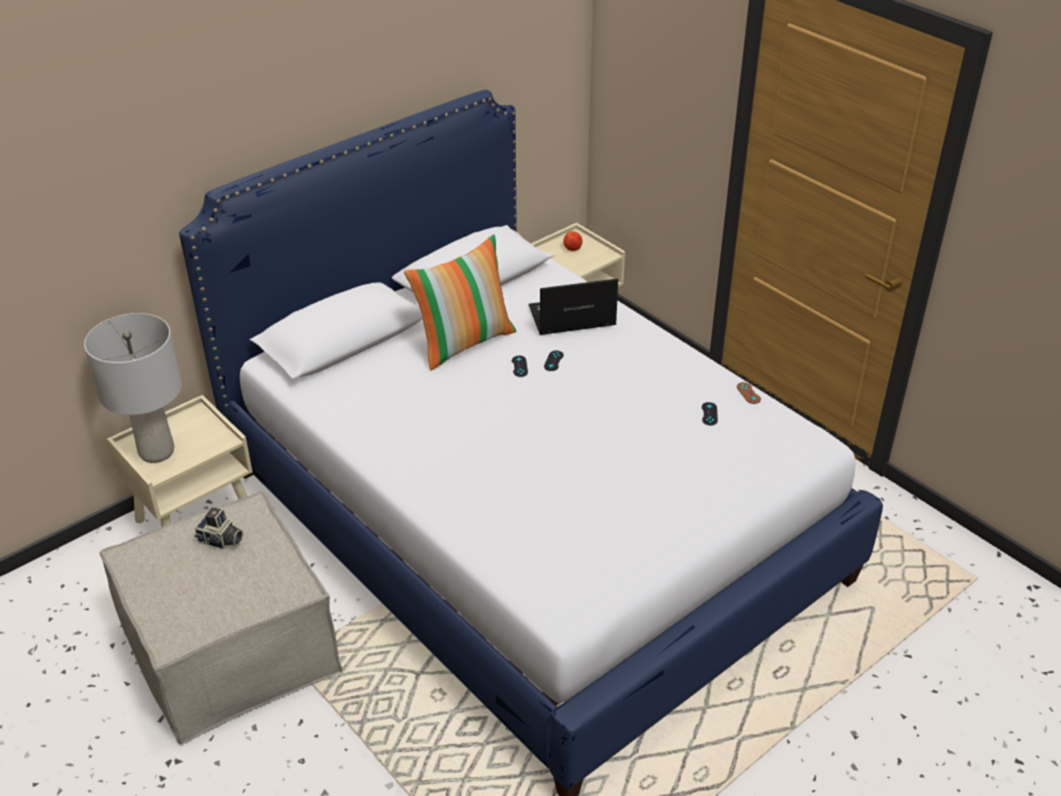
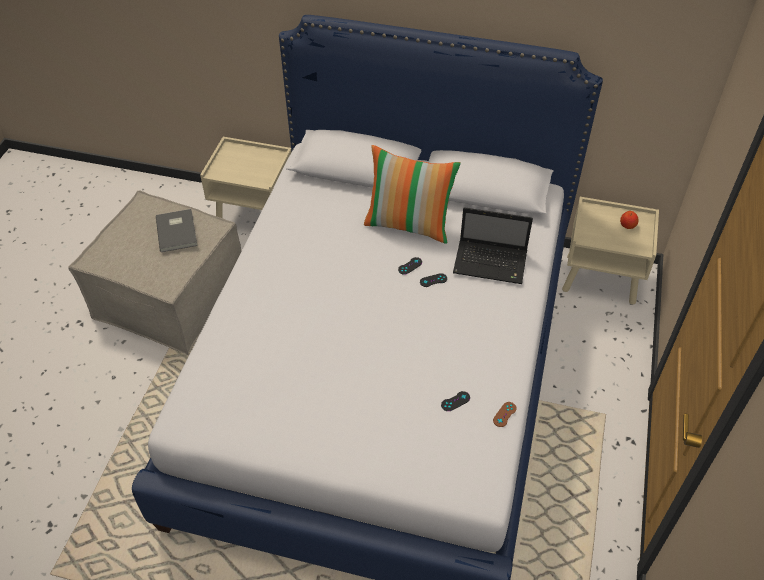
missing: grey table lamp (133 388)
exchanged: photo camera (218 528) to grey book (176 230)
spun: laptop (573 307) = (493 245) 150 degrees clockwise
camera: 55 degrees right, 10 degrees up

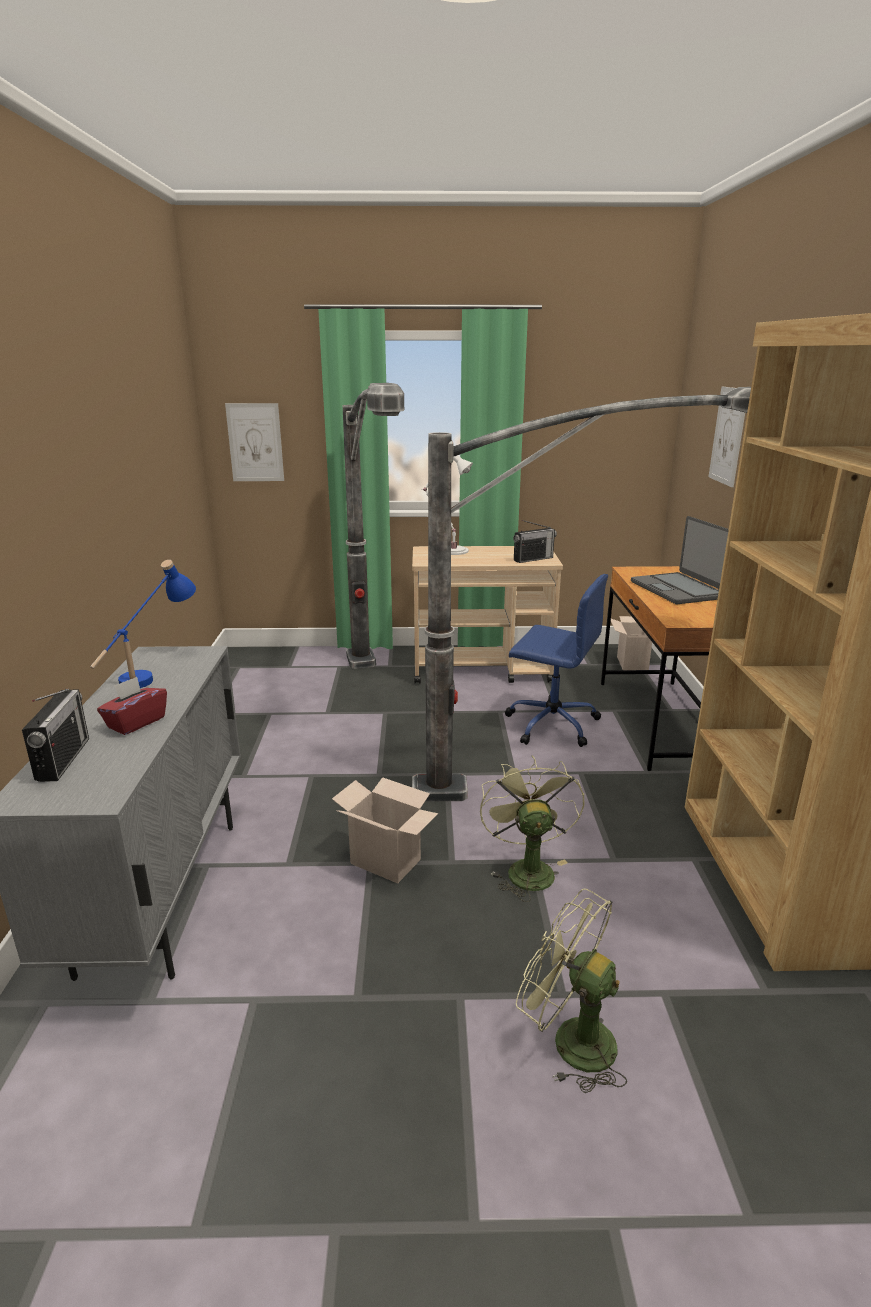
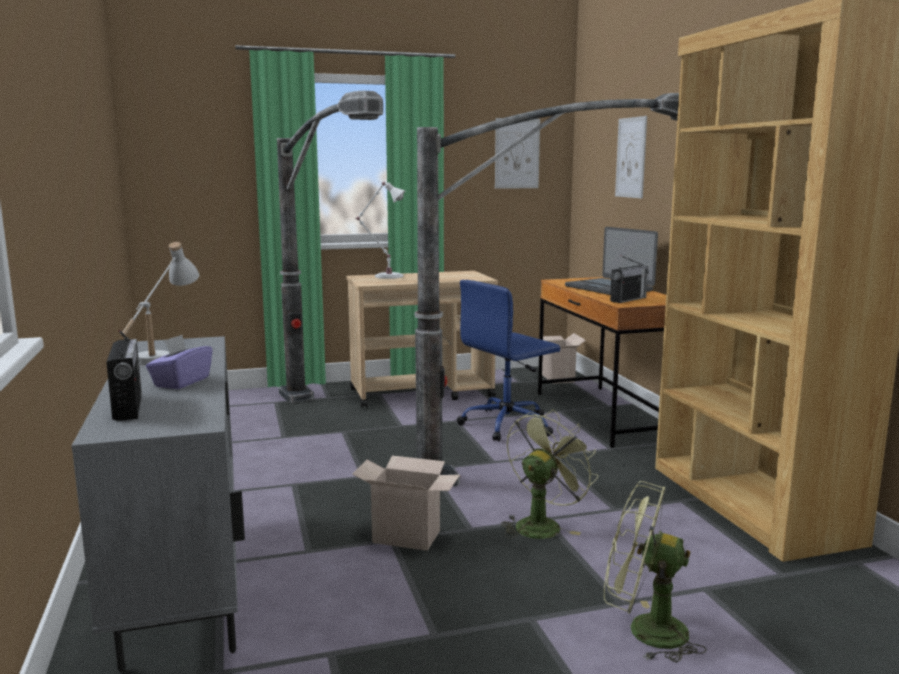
relocated: picture (254 442) to (517 153); radio (535 541) to (629 279)
colour: blue table lamp (143 624) to white table lamp (160 303); red tissue box (132 706) to purple tissue box (179 362)
spun: green fan (532 829) = (549 474) 60 degrees clockwise; blue office chair (556 660) = (508 360) 135 degrees clockwise
camera: 15 degrees left, 10 degrees down

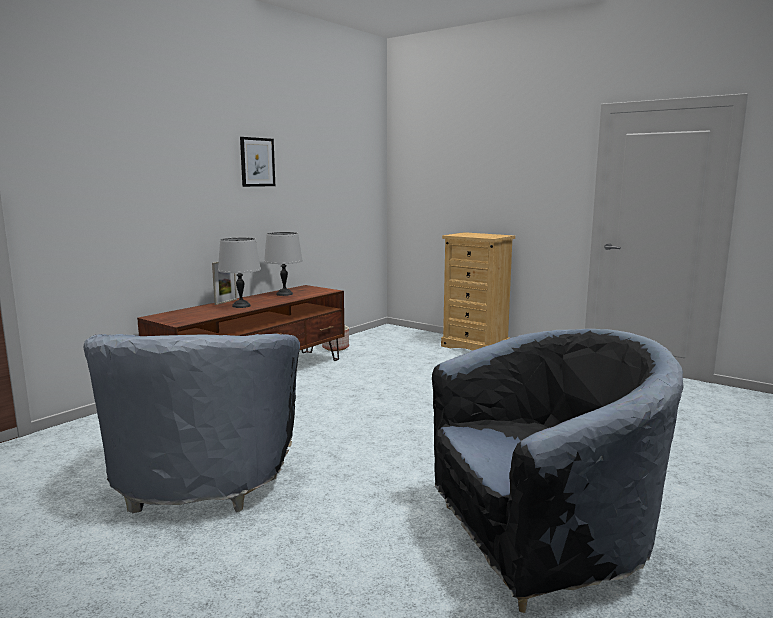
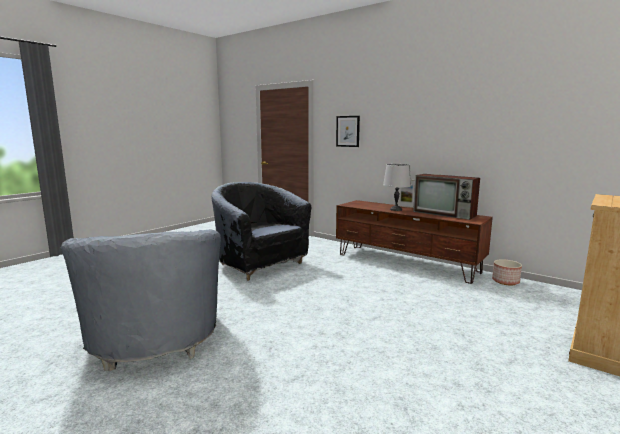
relocated: picture (257 162) to (348 131)
exchanged: grey table lamp (283 264) to television (446 197)
spun: black armchair (192 423) = (261 231) 45 degrees clockwise
camera: 90 degrees right, 0 degrees up

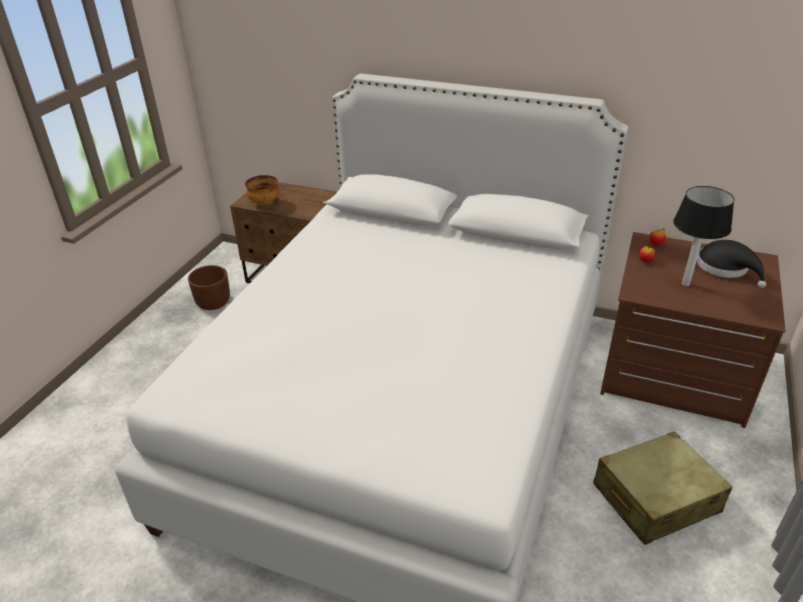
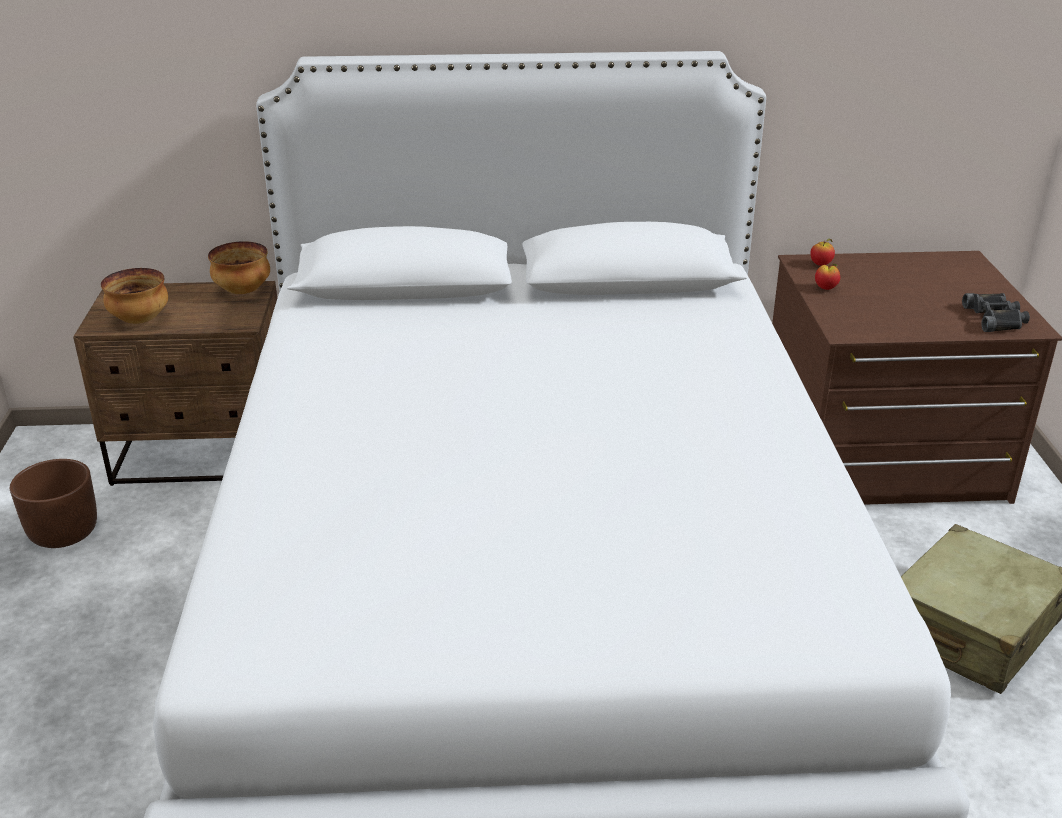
missing: table lamp (703 236); black hat (731 264)
appeared: bowl (239 267); black binoculars (996 312)
camera: 25 degrees left, 5 degrees down

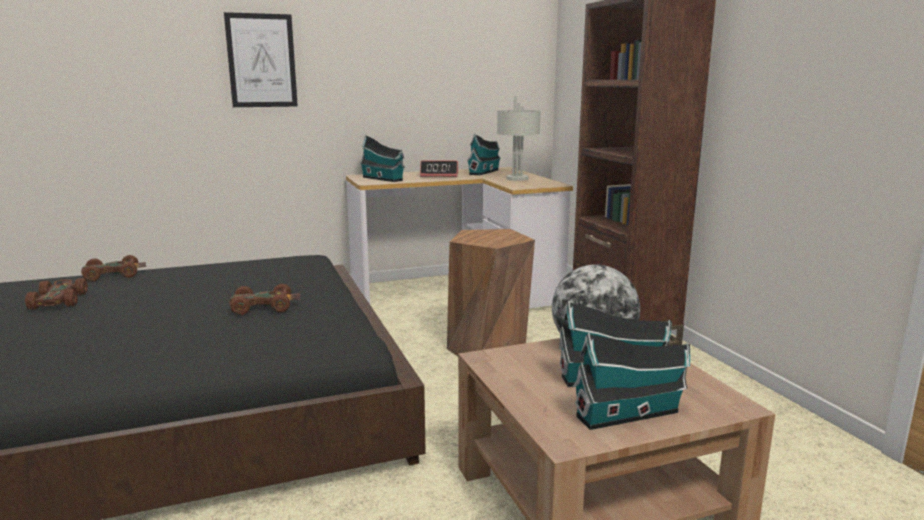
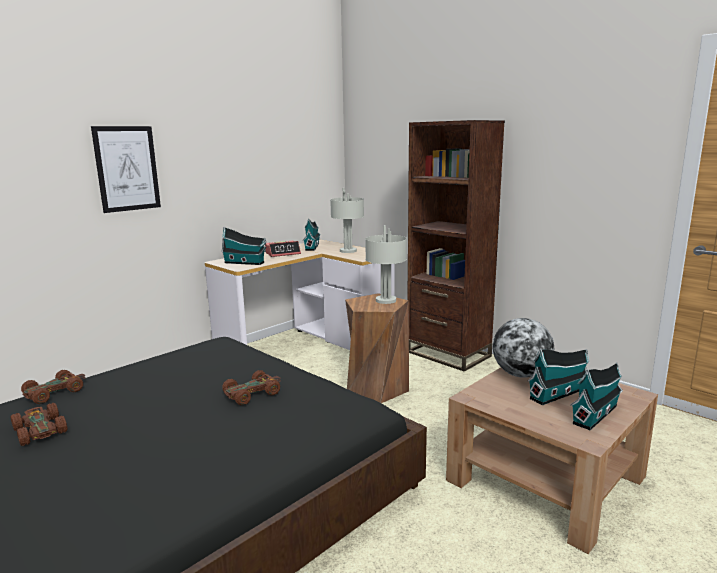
appeared: grey table lamp (386 264)
camera: 25 degrees left, 0 degrees up

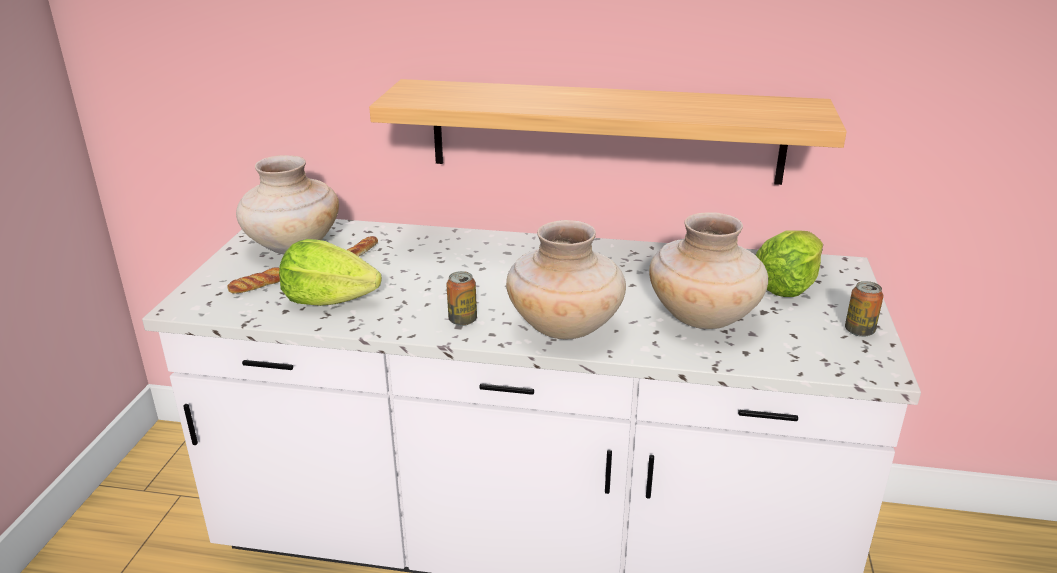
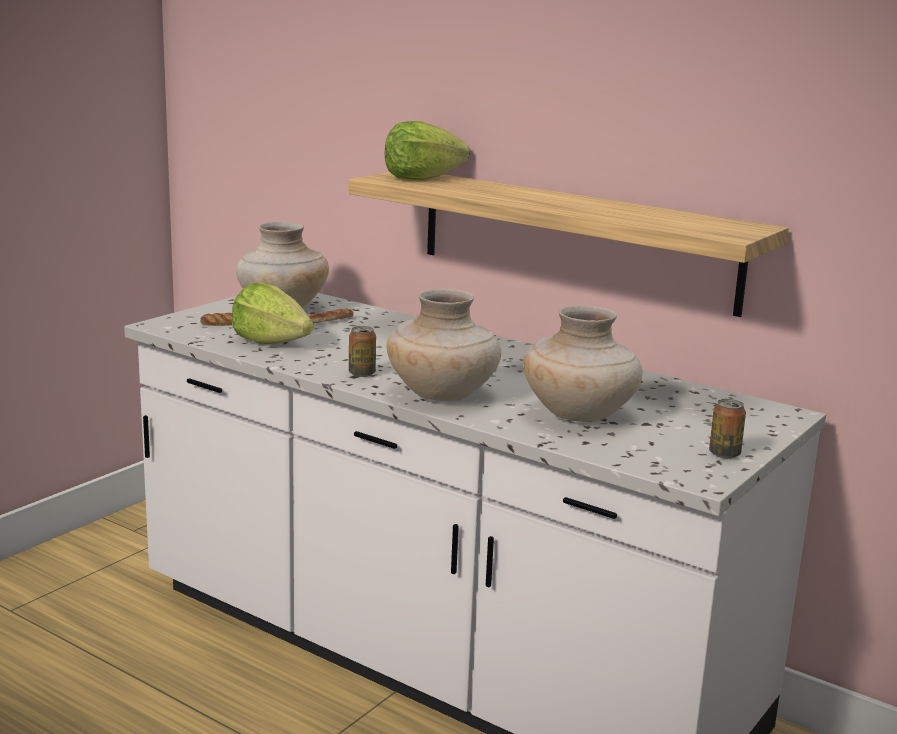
relocated: lettuce (789 263) to (427 150)
camera: 25 degrees right, 10 degrees down

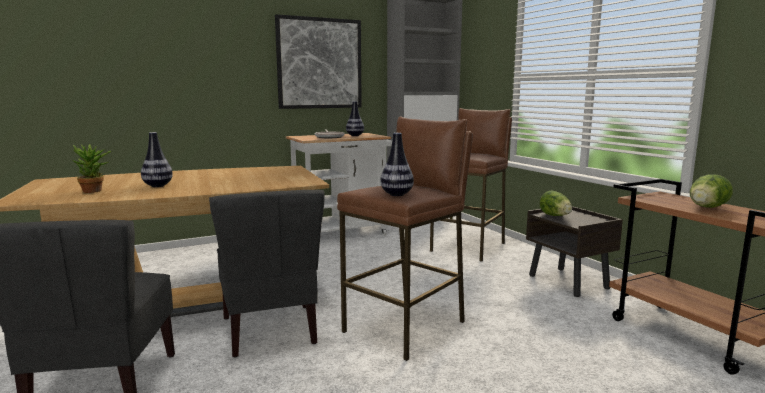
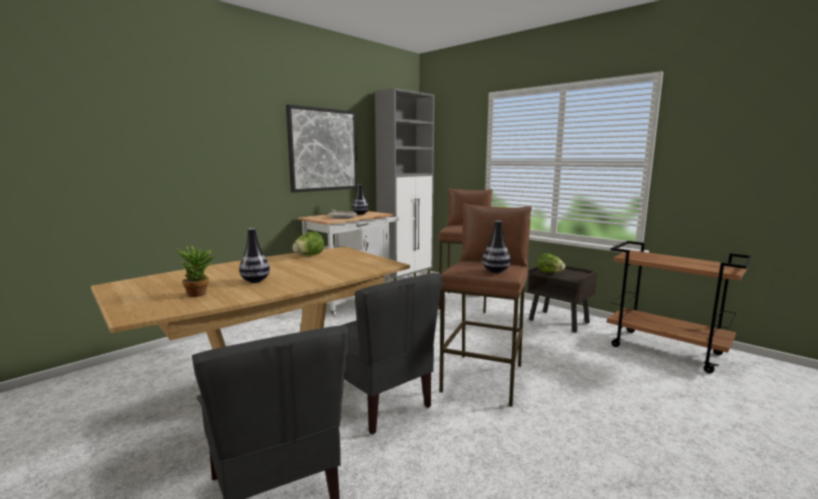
relocated: lettuce (711 191) to (308 244)
camera: 20 degrees left, 0 degrees up

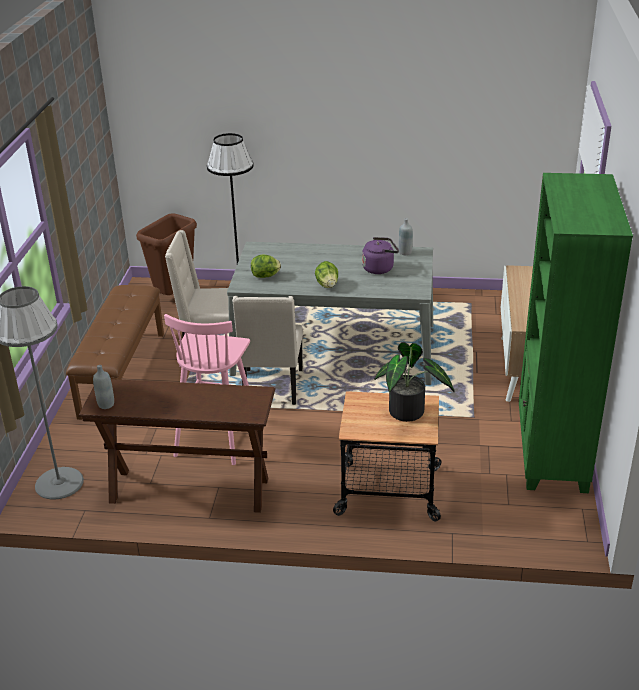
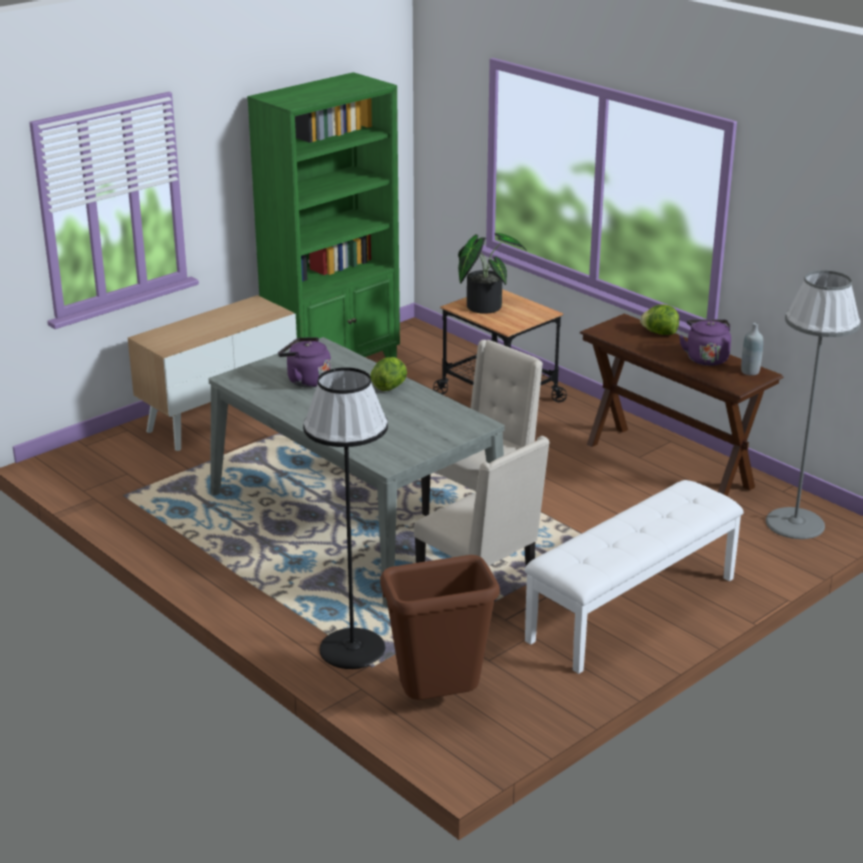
missing: pink stool (207 389); grey bottle (406 236)
appeared: purple kettle (705 342)
relocated: lettuce (266 266) to (659 319)
colour: brown bench (115 352) to white bench (634 577)
camera: 140 degrees left, 5 degrees down

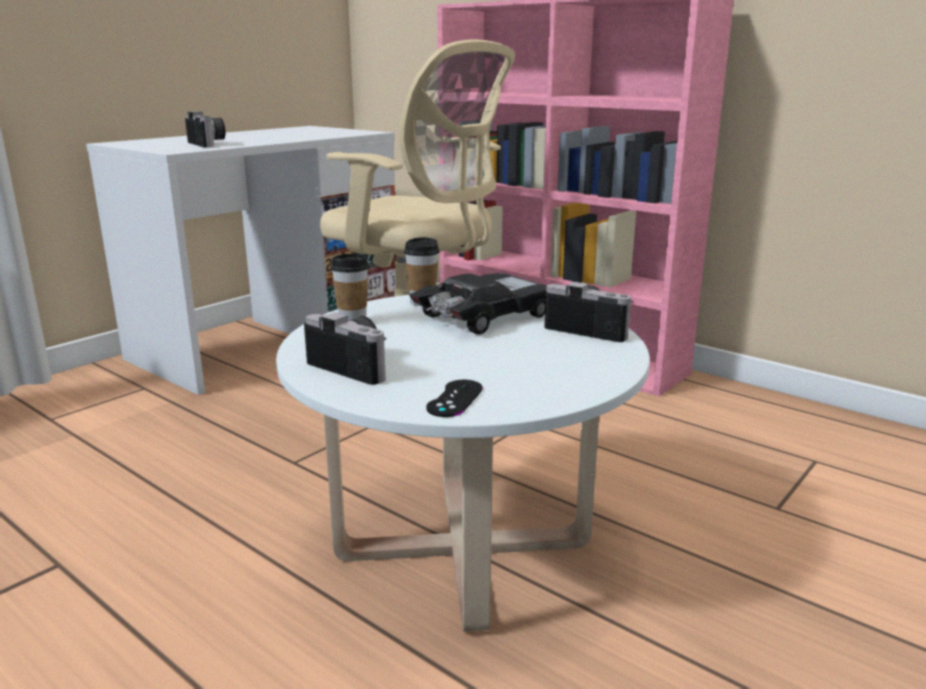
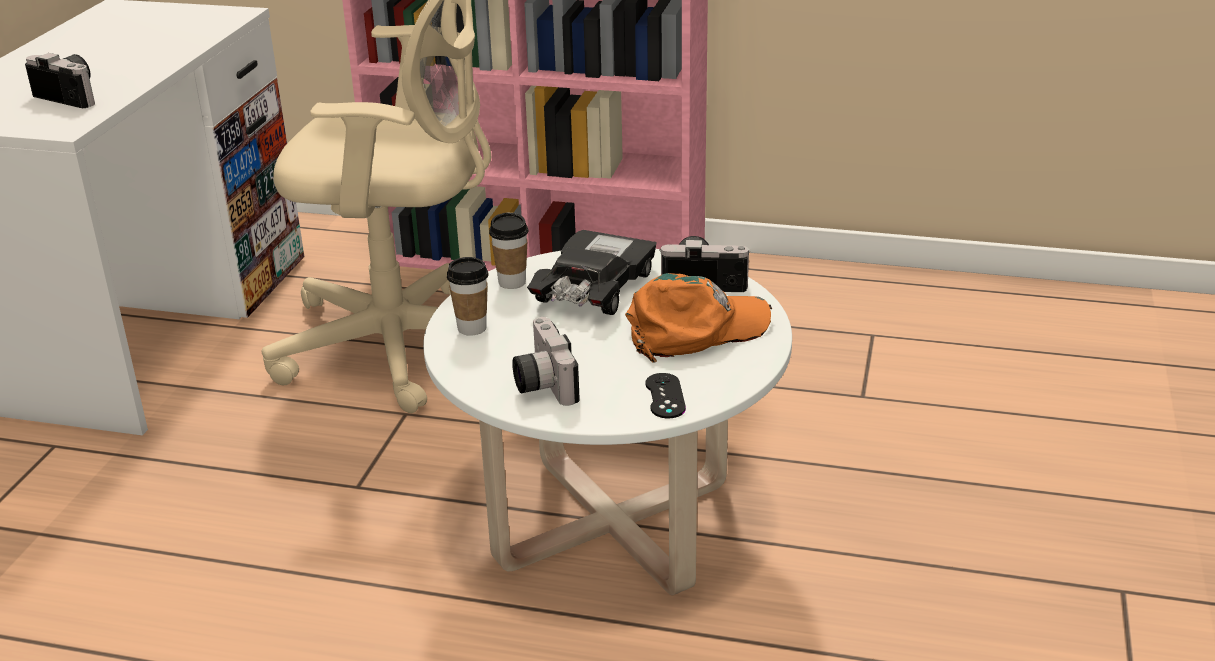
appeared: orange cap (698 318)
spun: photo camera (345 348) = (546 361) 120 degrees counterclockwise
camera: 25 degrees left, 10 degrees up

